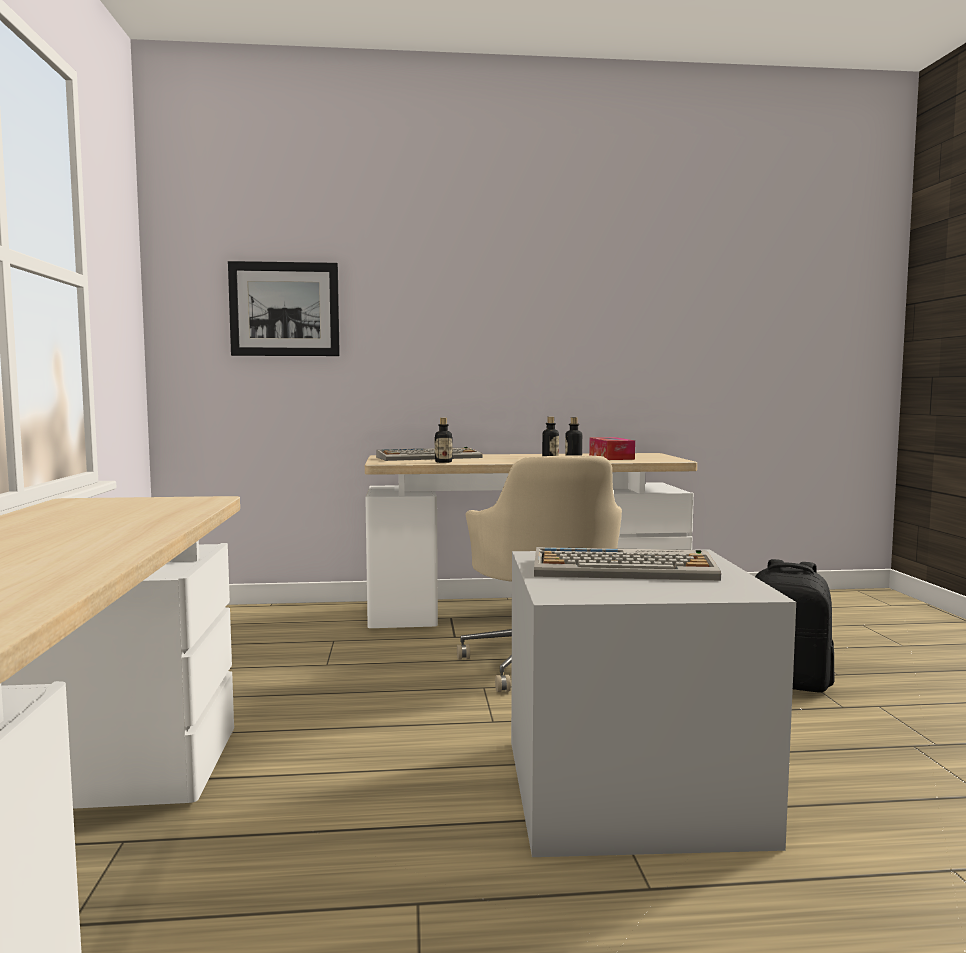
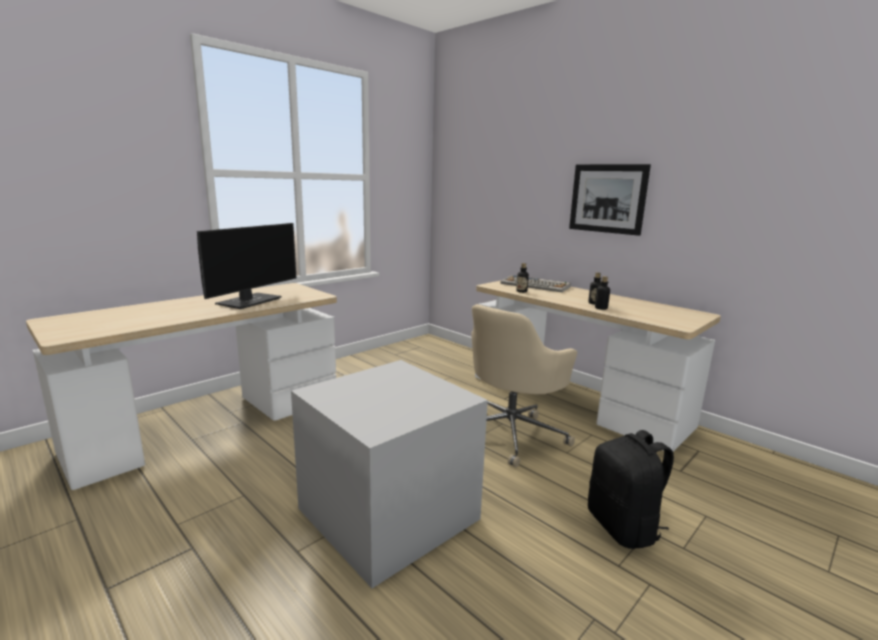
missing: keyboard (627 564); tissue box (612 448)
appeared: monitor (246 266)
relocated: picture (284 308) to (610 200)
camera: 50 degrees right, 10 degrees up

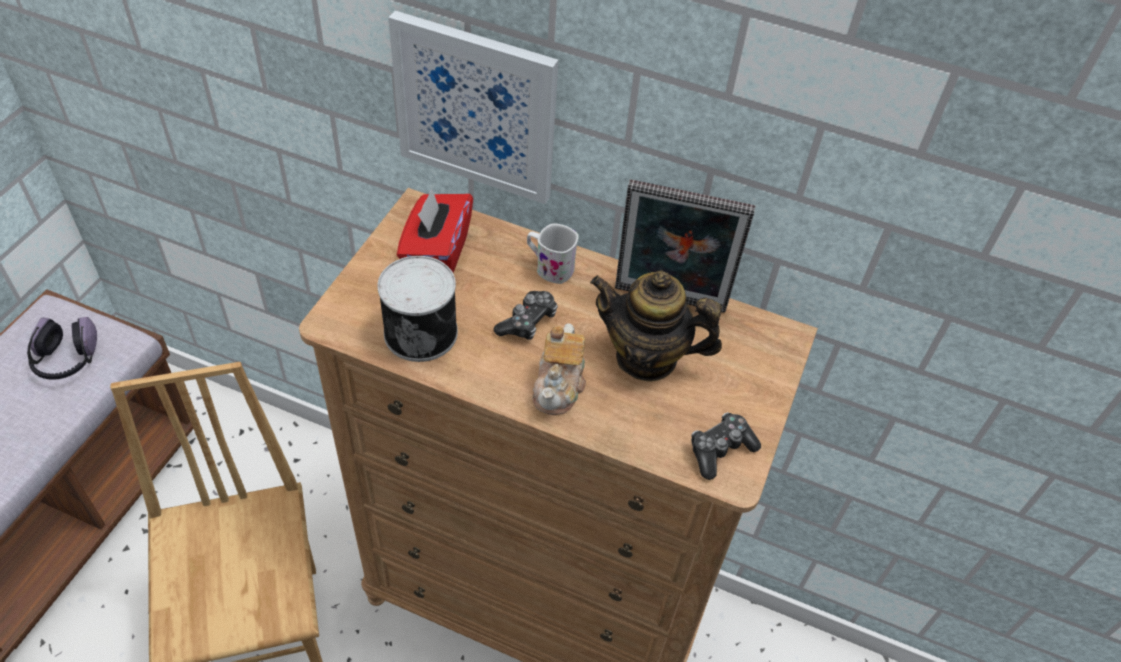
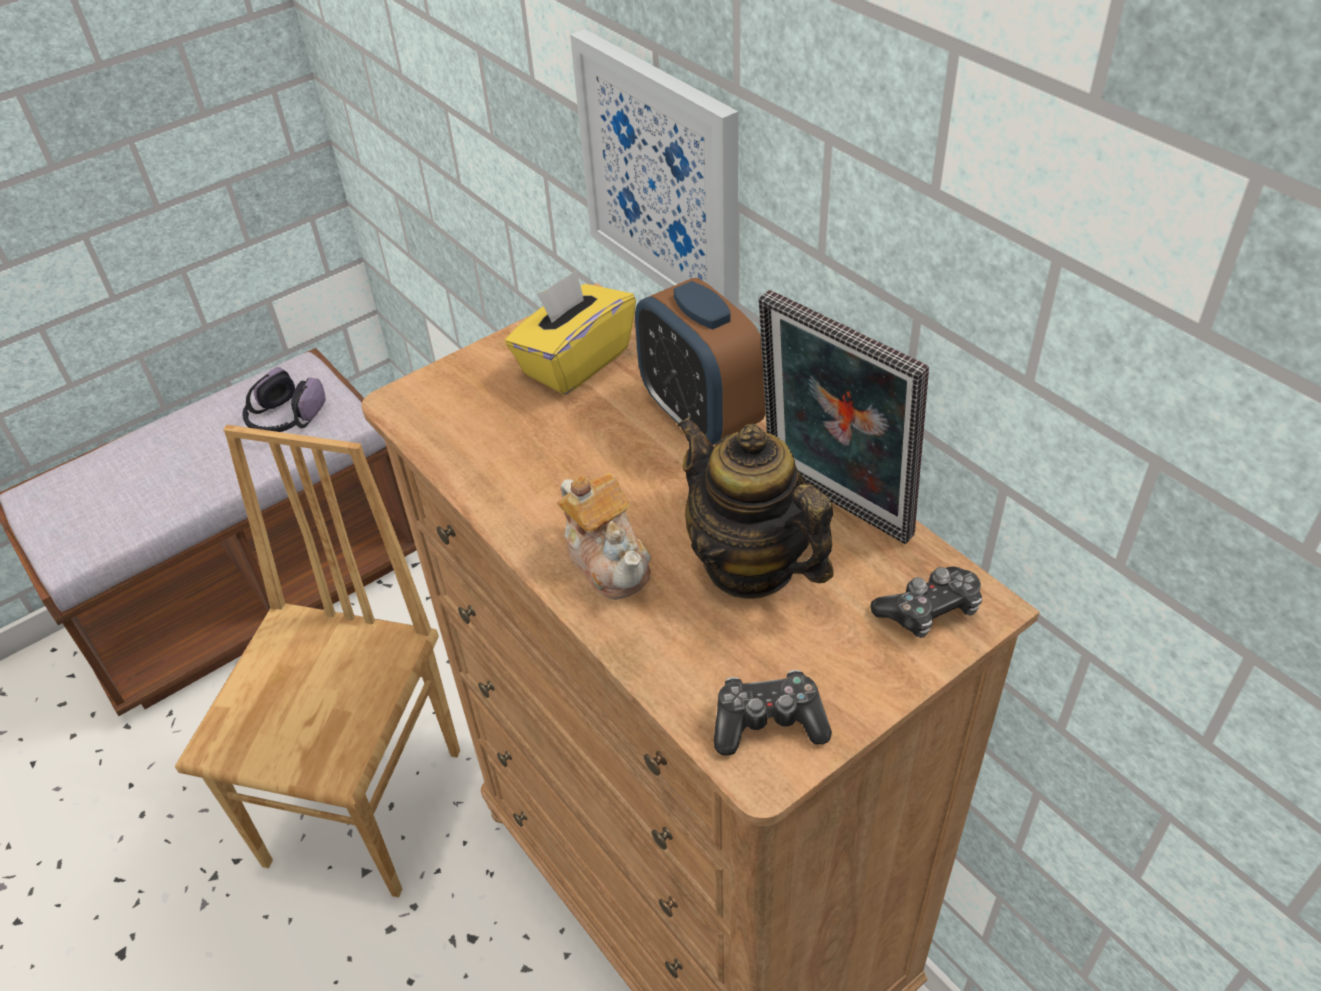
missing: can (417 309)
relocated: game controller (526 315) to (926 602)
exchanged: white mug (553 253) to alarm clock (700 361)
colour: red tissue box (435 230) to yellow tissue box (570 332)
spun: teapot (559 369) = (604 536) 75 degrees counterclockwise
camera: 35 degrees right, 5 degrees down

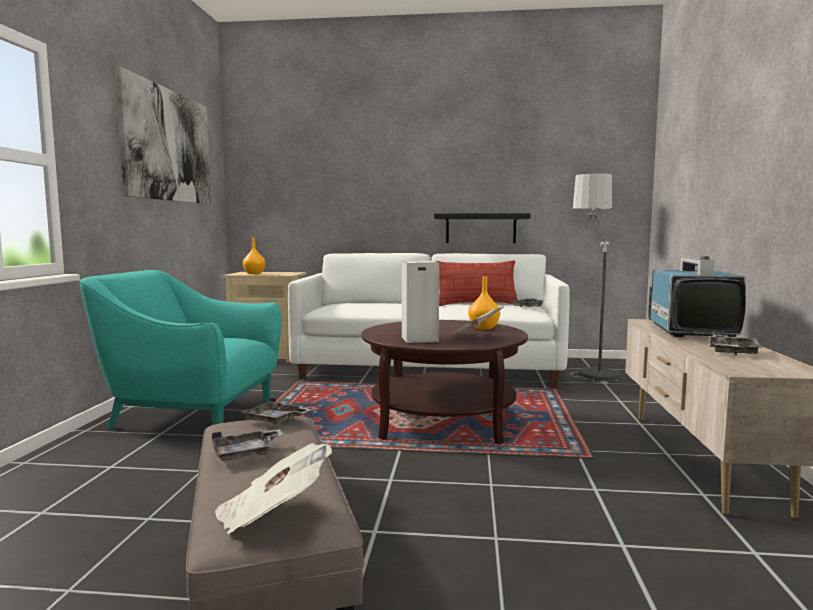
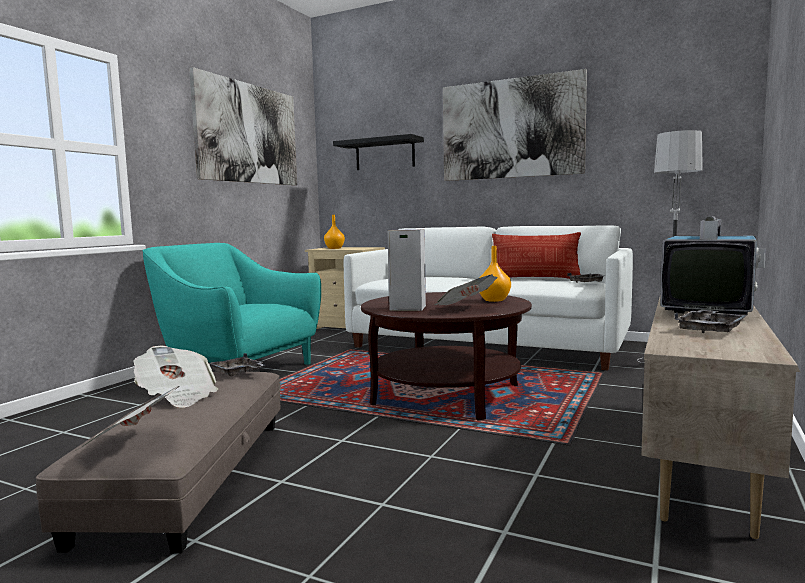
appeared: picture (515 125)
relocated: black shelf (482 228) to (378 152)
exchanged: grey tray (247 445) to newspaper (175 377)
camera: 20 degrees right, 0 degrees up

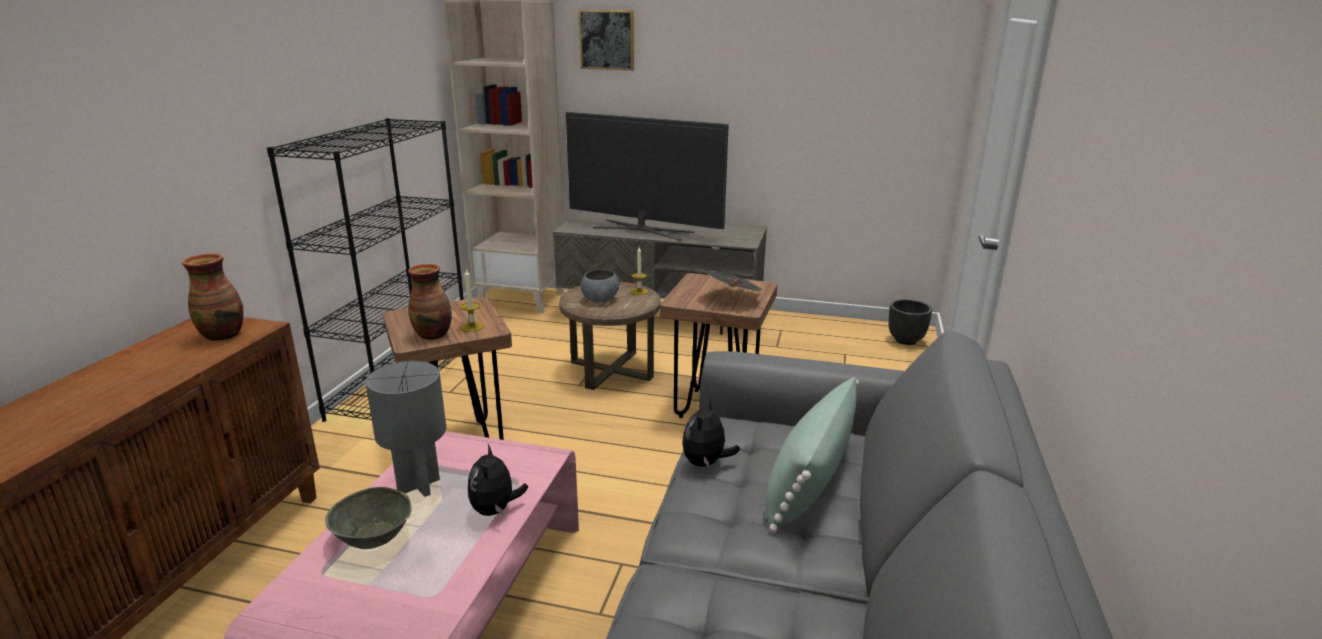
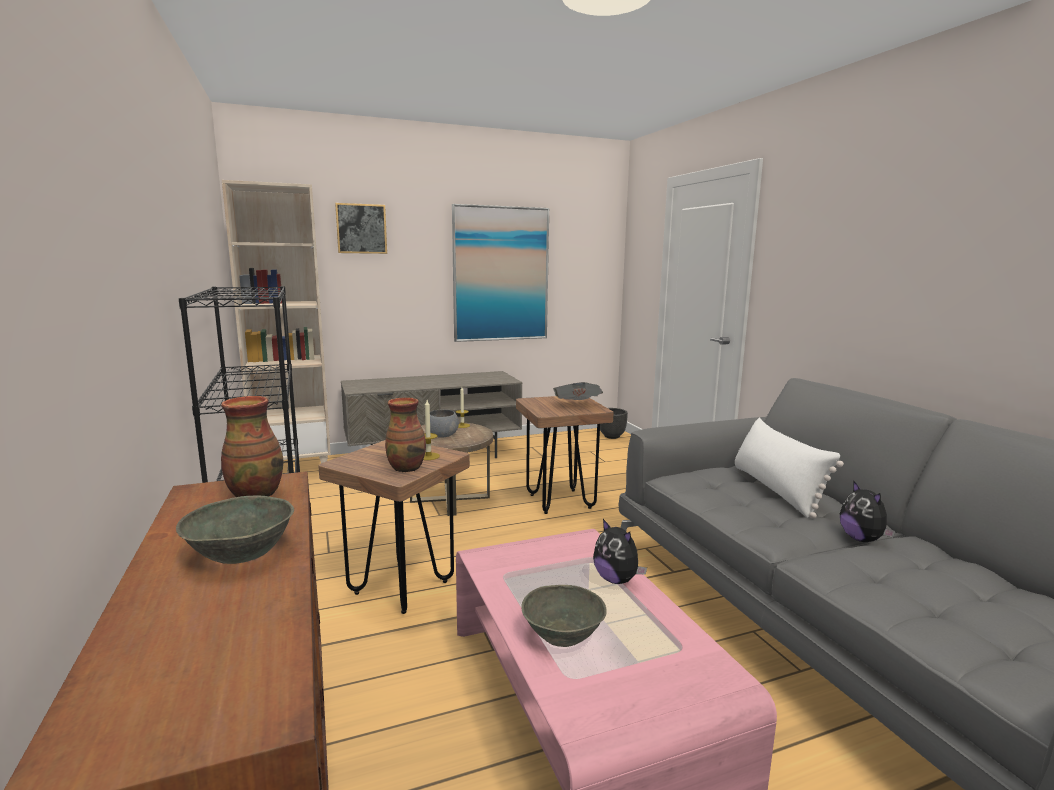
missing: grey table lamp (406 429); television (647 176)
appeared: grey bowl (235 530); picture (500 273)
relocated: plush toy (711 433) to (867 511)
colour: green pillow (812 455) to white pillow (789 468)
camera: 35 degrees left, 10 degrees down

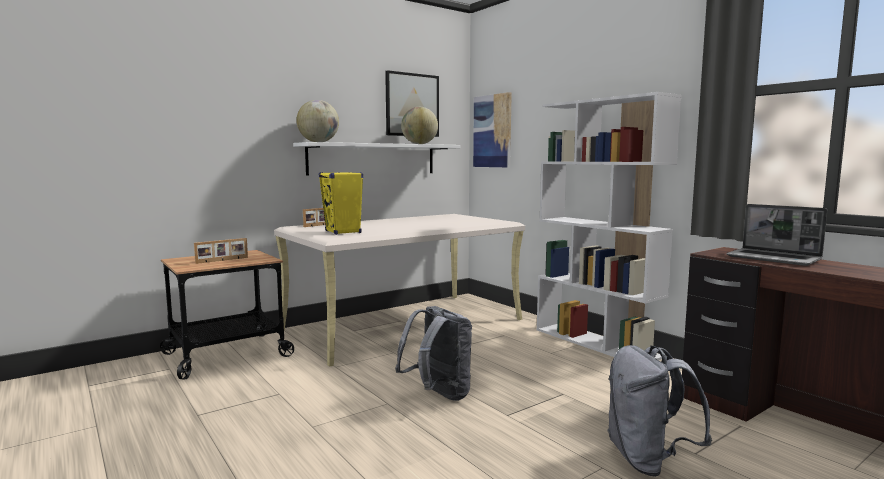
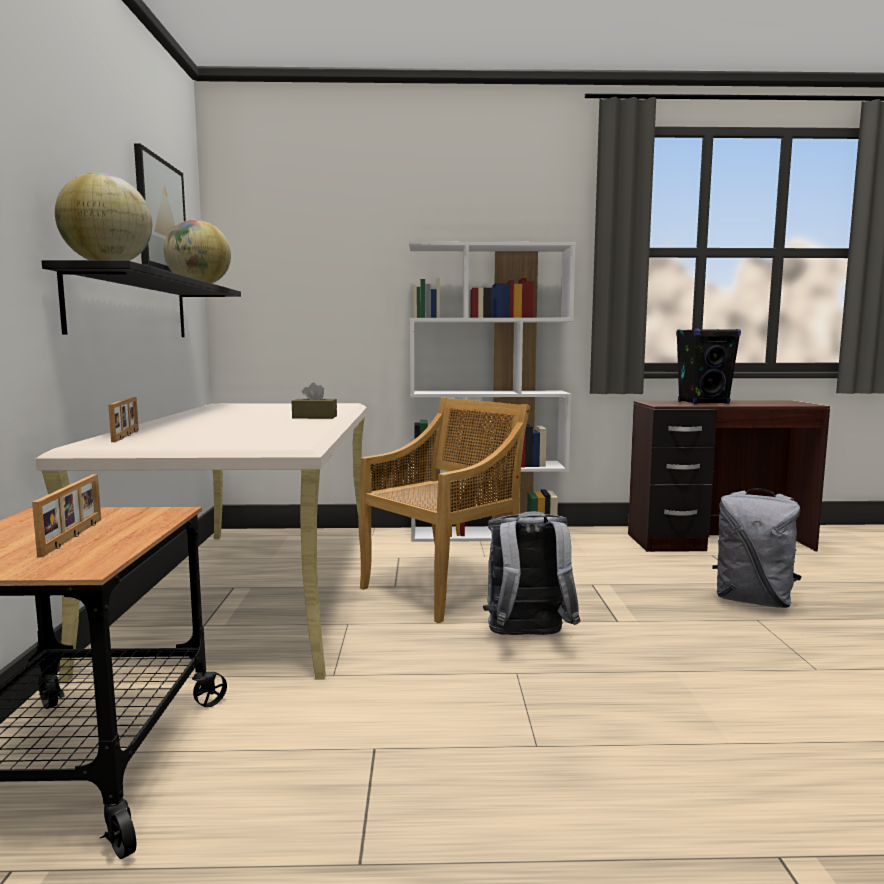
missing: yellow speaker (341 203); picture (492 129)
appeared: brown tissue box (314 400); beige chair (444 510)
exchanged: laptop (776 235) to black speaker (708 366)
colour: white shelf (376 159) to black shelf (141 298)
camera: 55 degrees left, 0 degrees up

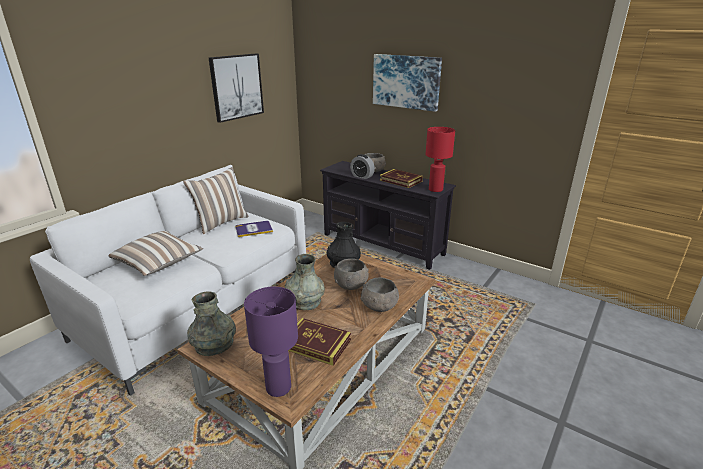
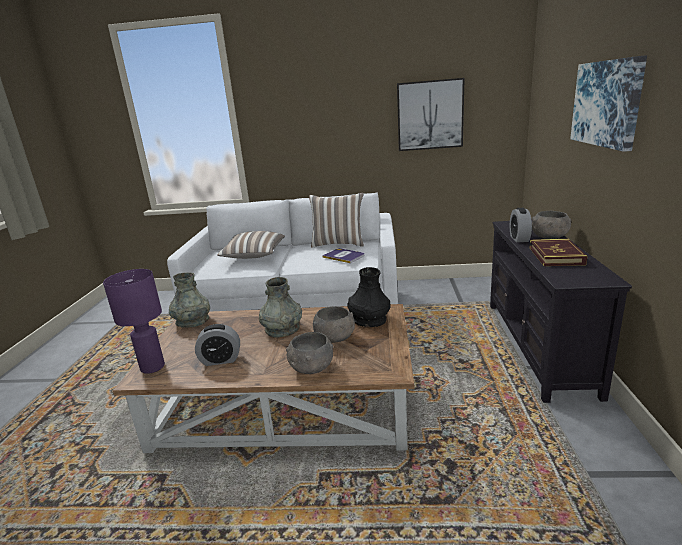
missing: red table lamp (440 159)
exchanged: book (319 342) to alarm clock (217 345)
camera: 60 degrees right, 5 degrees down

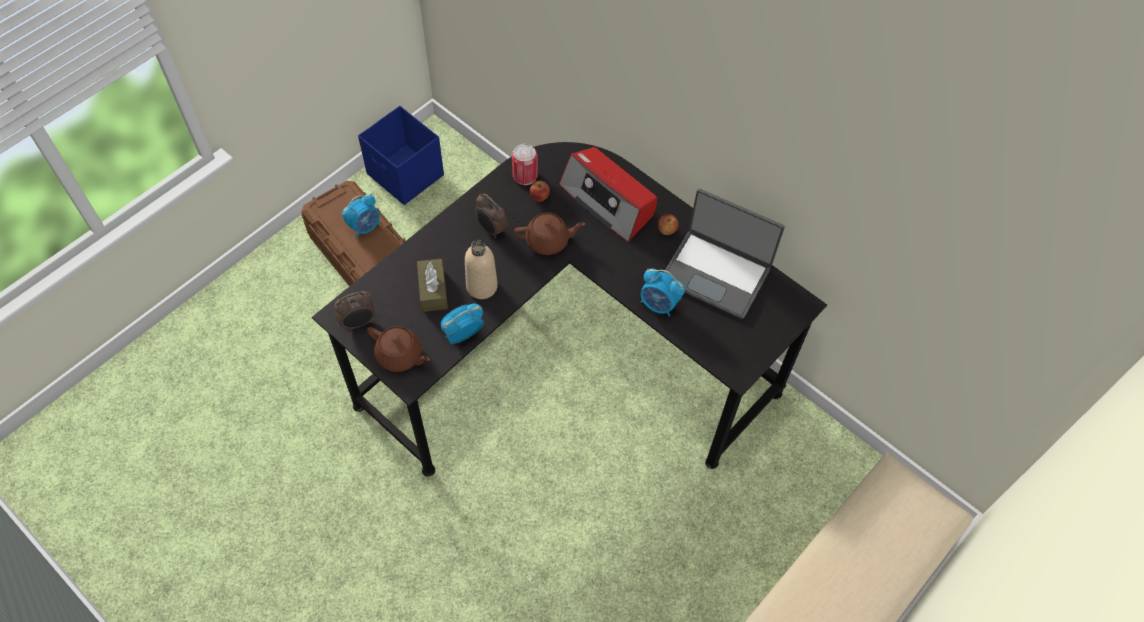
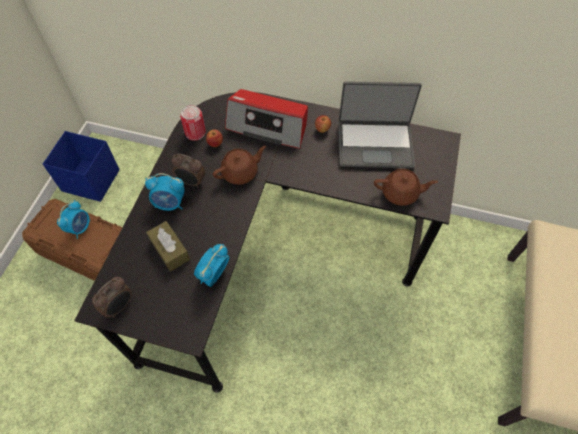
missing: beige bottle (481 269)
relocated: brown teapot (398 349) to (406 187); alarm clock (663 293) to (165 192)
camera: 25 degrees left, 0 degrees up

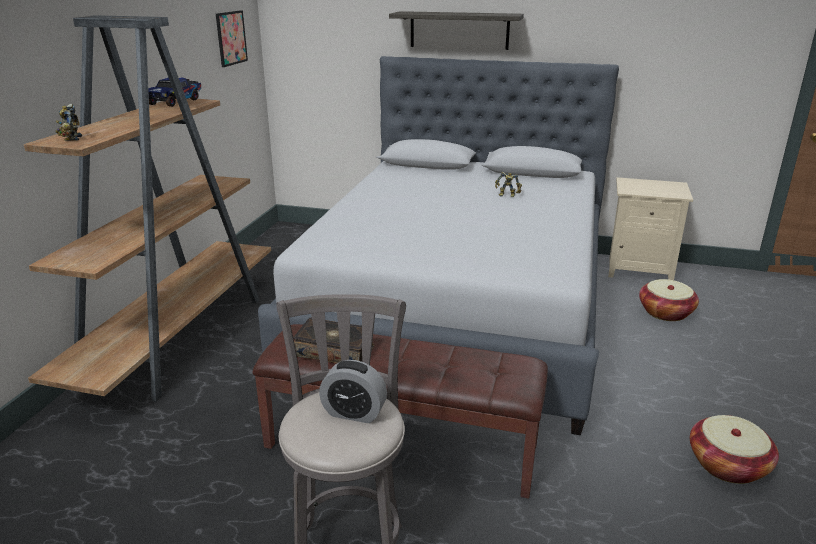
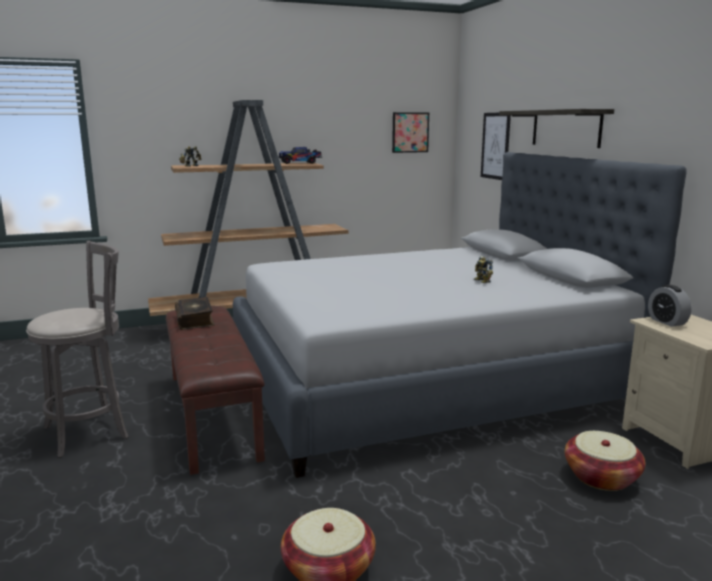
appeared: picture (496 146)
relocated: alarm clock (353 391) to (670 306)
camera: 55 degrees right, 10 degrees down

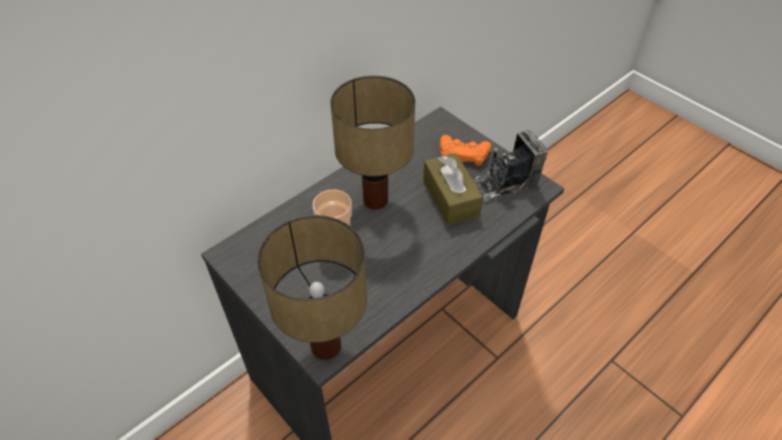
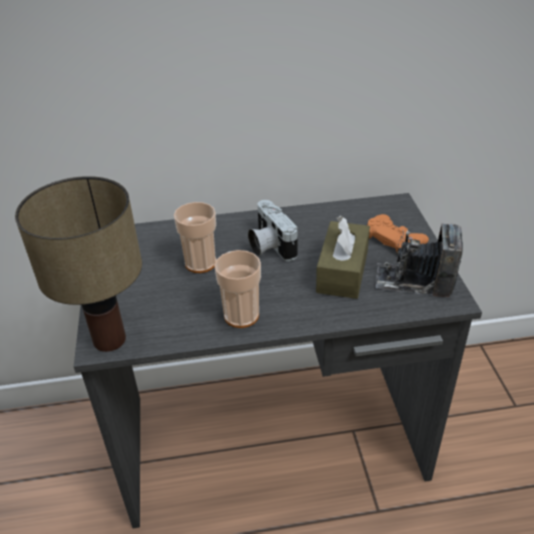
appeared: cup (237 289)
exchanged: table lamp (372 143) to photo camera (273 230)
camera: 35 degrees right, 10 degrees down

